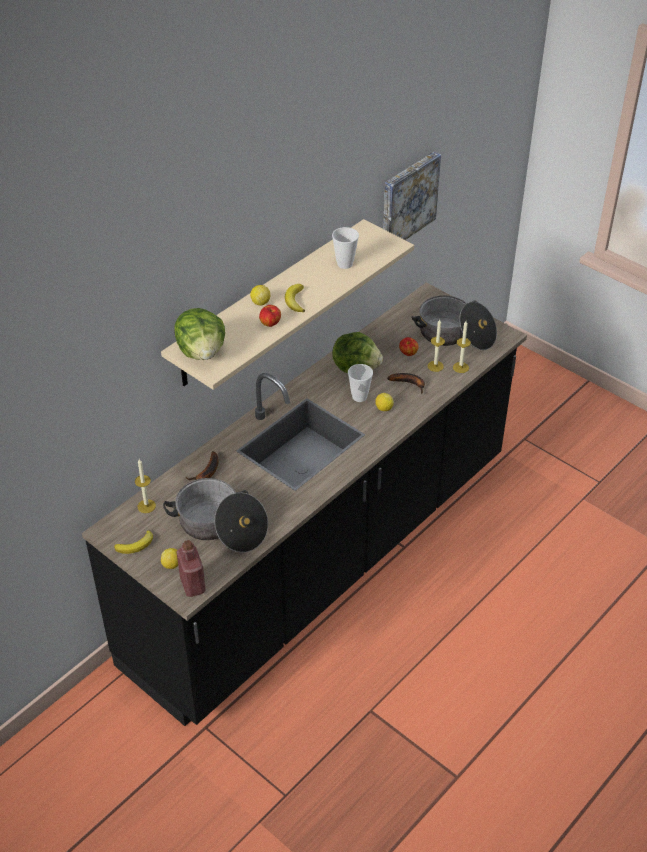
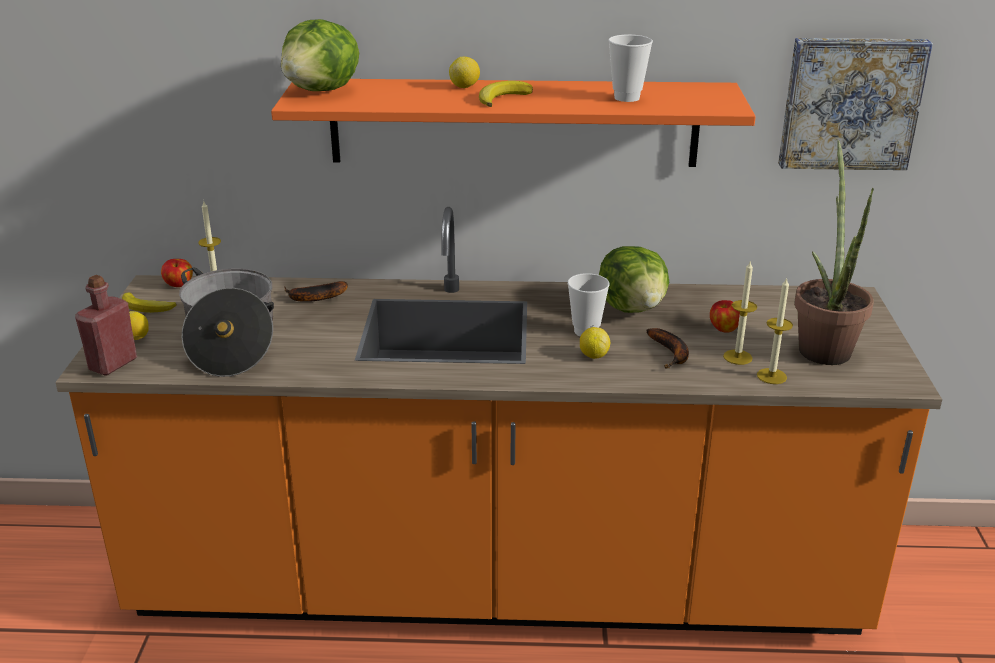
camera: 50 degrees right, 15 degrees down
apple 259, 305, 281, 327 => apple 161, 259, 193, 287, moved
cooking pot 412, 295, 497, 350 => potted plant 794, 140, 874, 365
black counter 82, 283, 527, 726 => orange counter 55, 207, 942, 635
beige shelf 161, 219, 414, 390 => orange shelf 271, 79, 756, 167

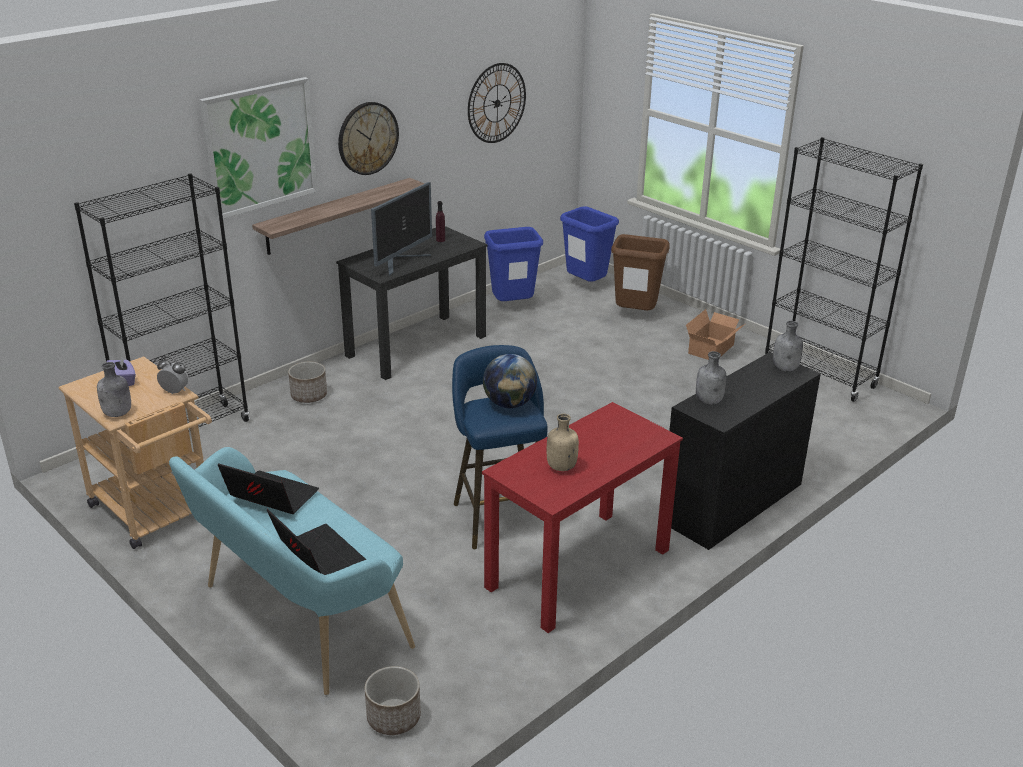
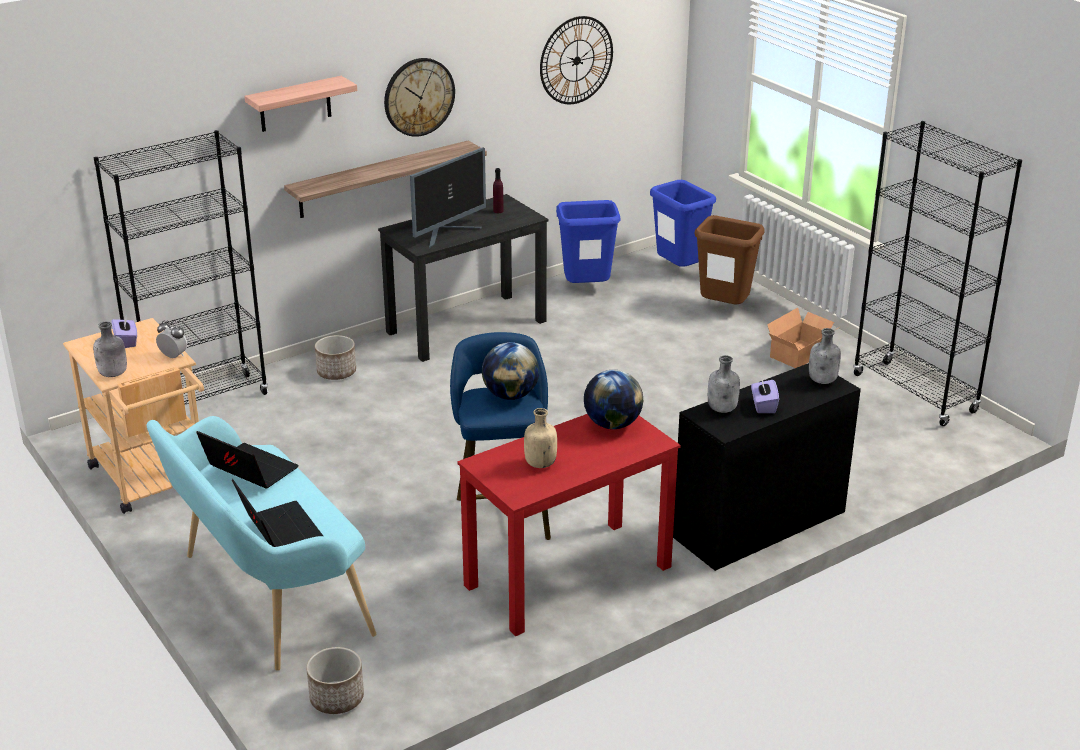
camera: 10 degrees right, 0 degrees up
nothing => globe 584, 370, 643, 429
nothing => purple tissue box 751, 380, 779, 413
picture 199, 77, 318, 220 => shelf 244, 76, 357, 132

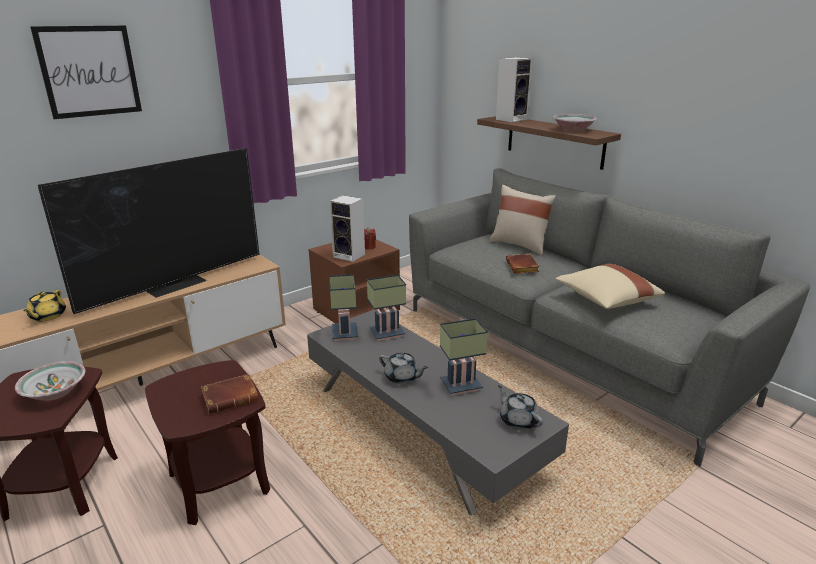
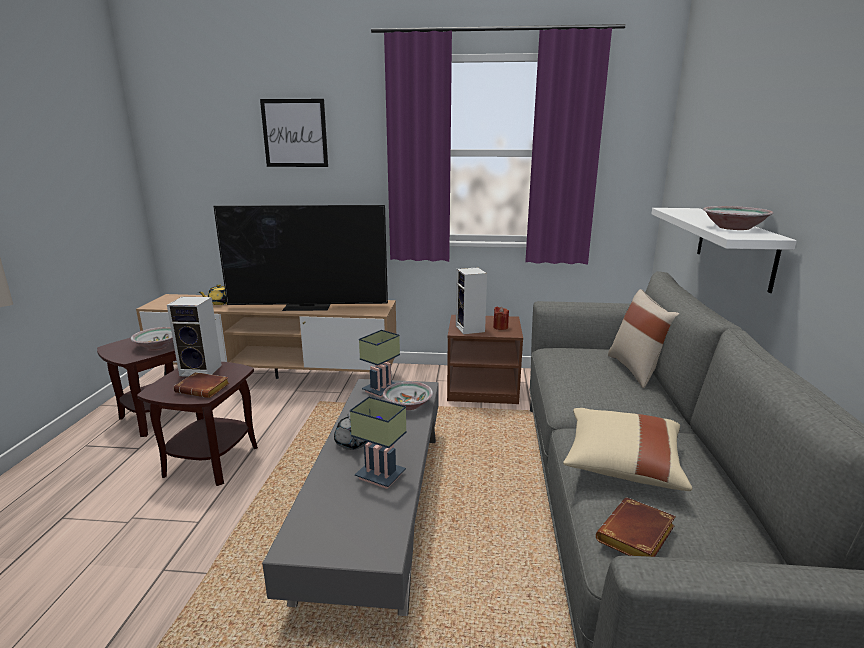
camera: 45 degrees right, 5 degrees down
grey teapot 498, 385, 543, 430 => nothing
speaker 496, 57, 533, 122 => speaker 167, 297, 222, 377, moved
brown book 506, 253, 539, 274 => brown book 596, 497, 676, 557, moved
table lamp 367, 275, 406, 341 => bowl 383, 381, 433, 410
brown shelf 477, 116, 621, 170 => white shelf 651, 208, 797, 293

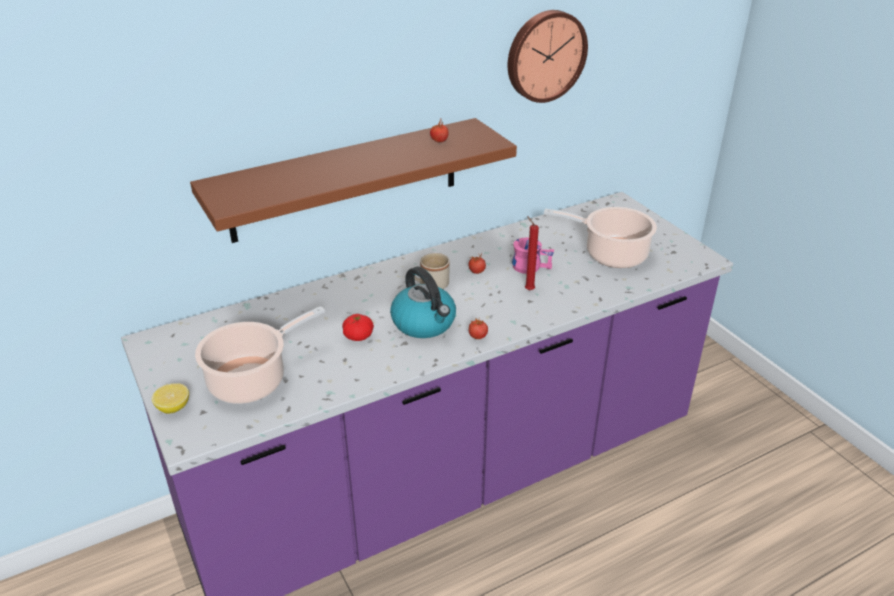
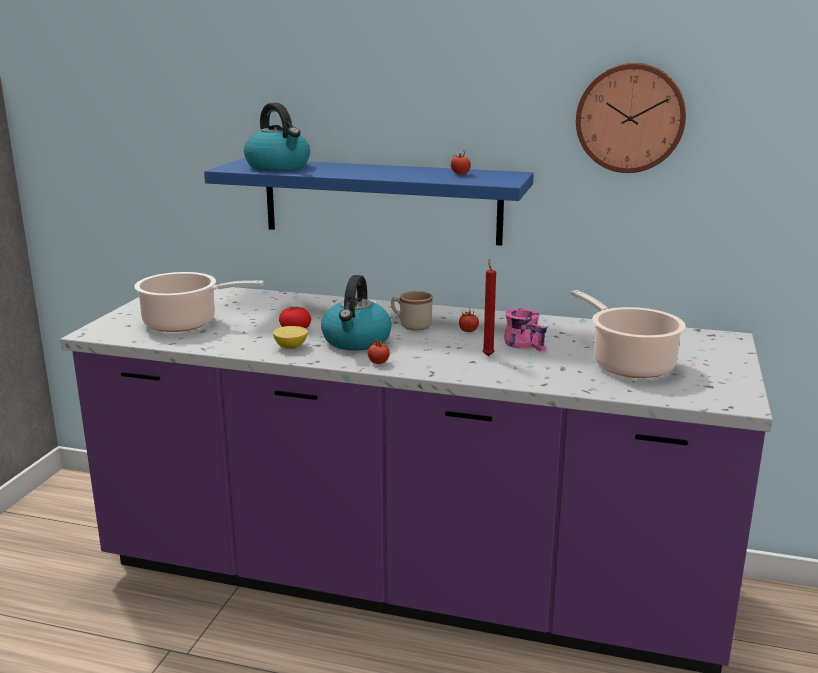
camera: 45 degrees right, 15 degrees down
nothing => kettle 244, 103, 310, 171
lemon 152, 383, 189, 414 => lemon 273, 326, 308, 349, moved
brown shelf 190, 118, 517, 243 => blue shelf 204, 158, 534, 246

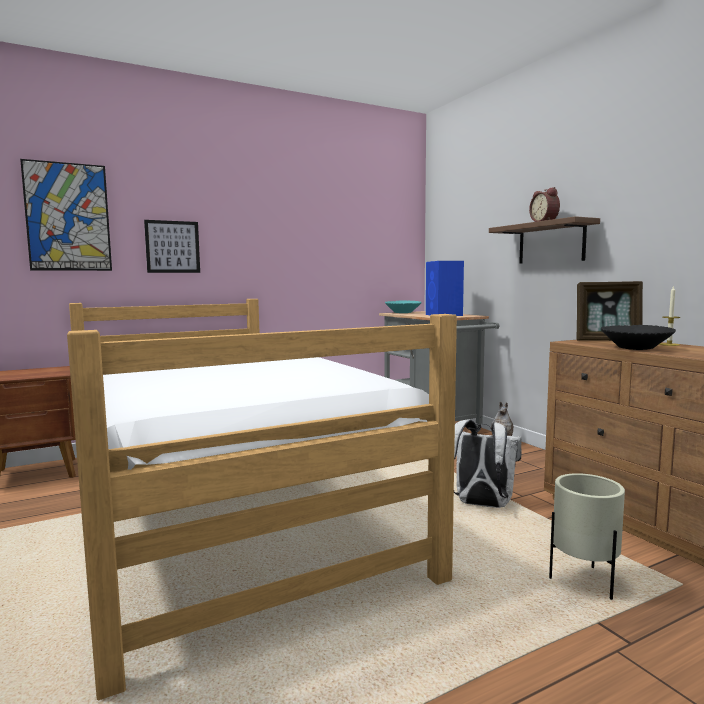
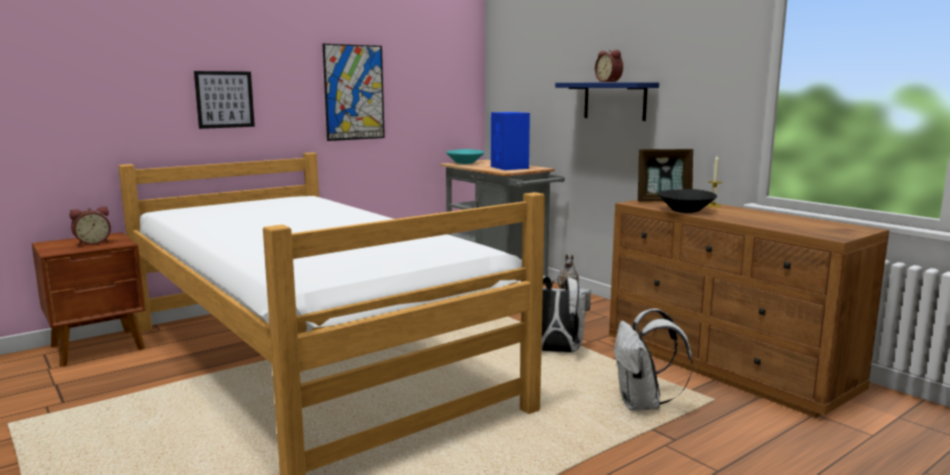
camera: 10 degrees left, 5 degrees up
nothing => alarm clock 69, 206, 111, 246
picture 20, 159, 112, 271 => picture 323, 44, 385, 141, moved
beige planter 549, 473, 625, 600 => white backpack 614, 309, 693, 411
brown shelf 489, 216, 600, 264 => blue shelf 555, 82, 659, 121

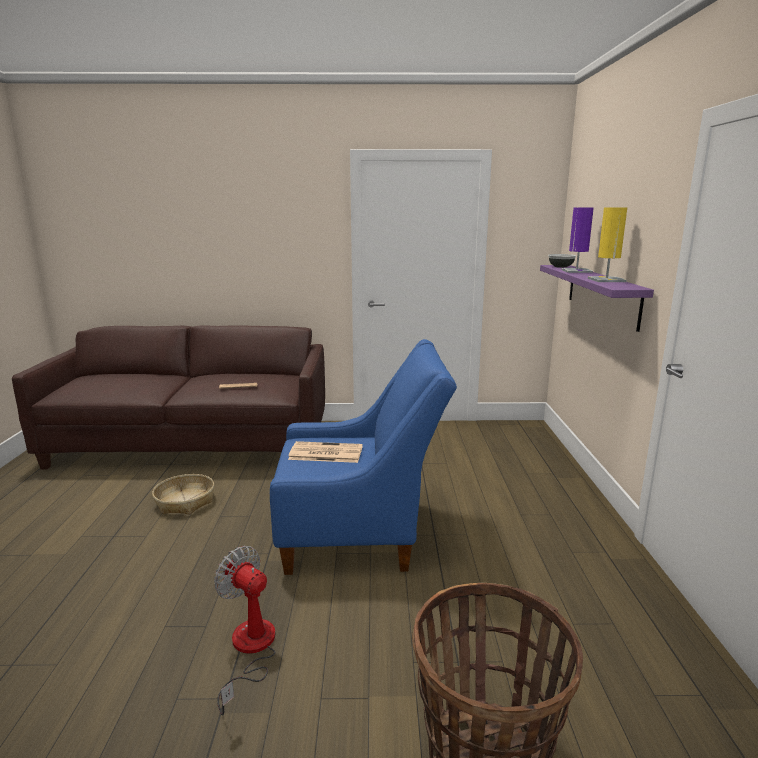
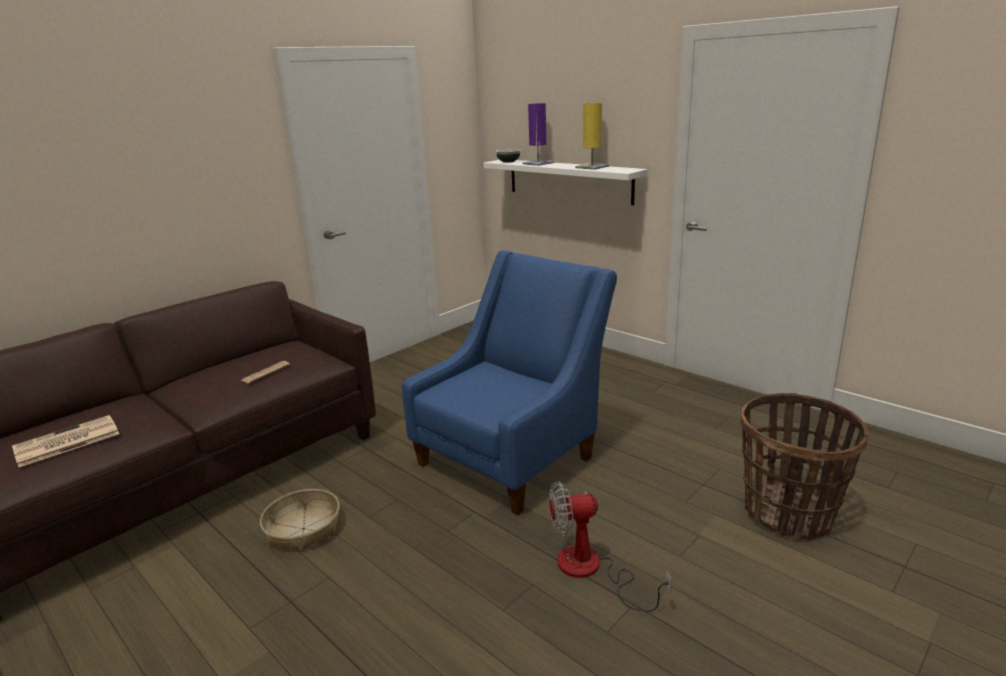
camera: 45 degrees left, 5 degrees up
newspaper 288, 441, 363, 463 => newspaper 12, 415, 119, 467, moved
purple shelf 540, 265, 654, 332 => white shelf 484, 160, 647, 206

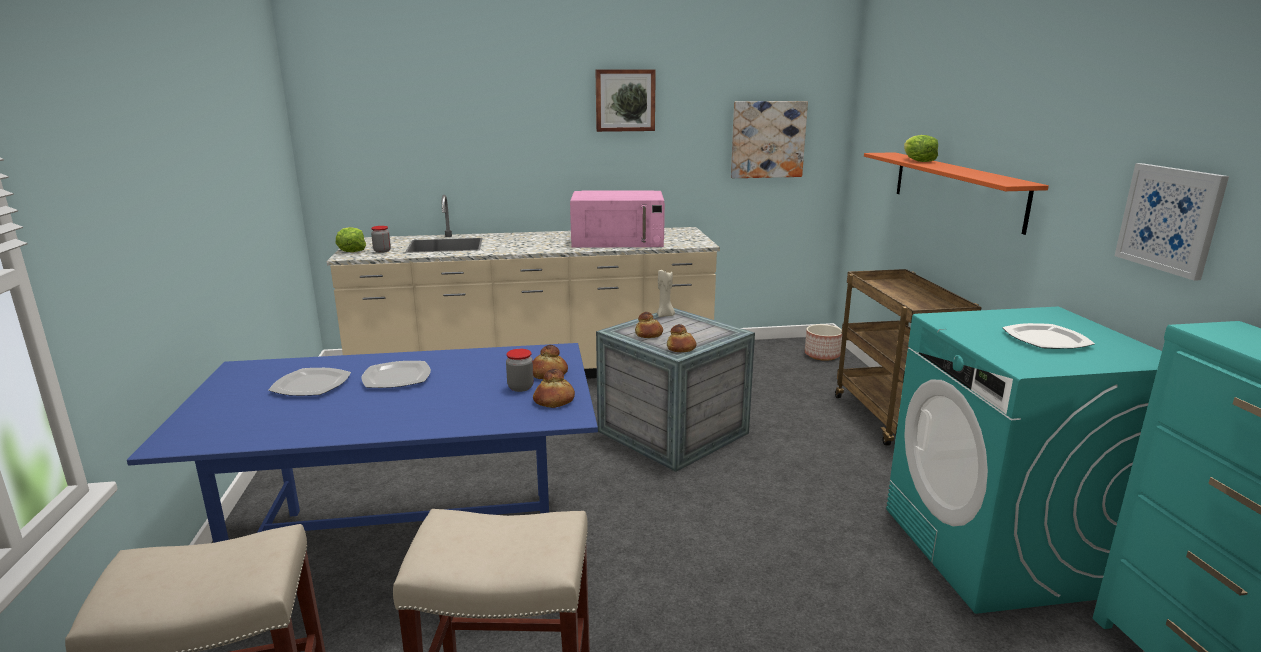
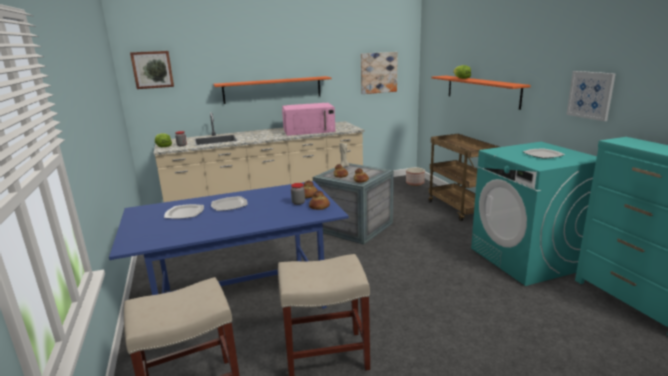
camera: 10 degrees left, 0 degrees up
nothing => orange shelf 213, 76, 331, 104
picture 595, 69, 656, 132 => picture 130, 51, 174, 89, moved

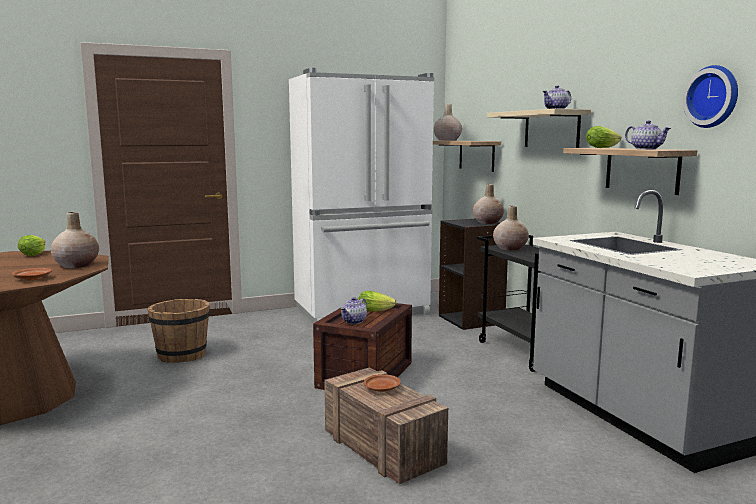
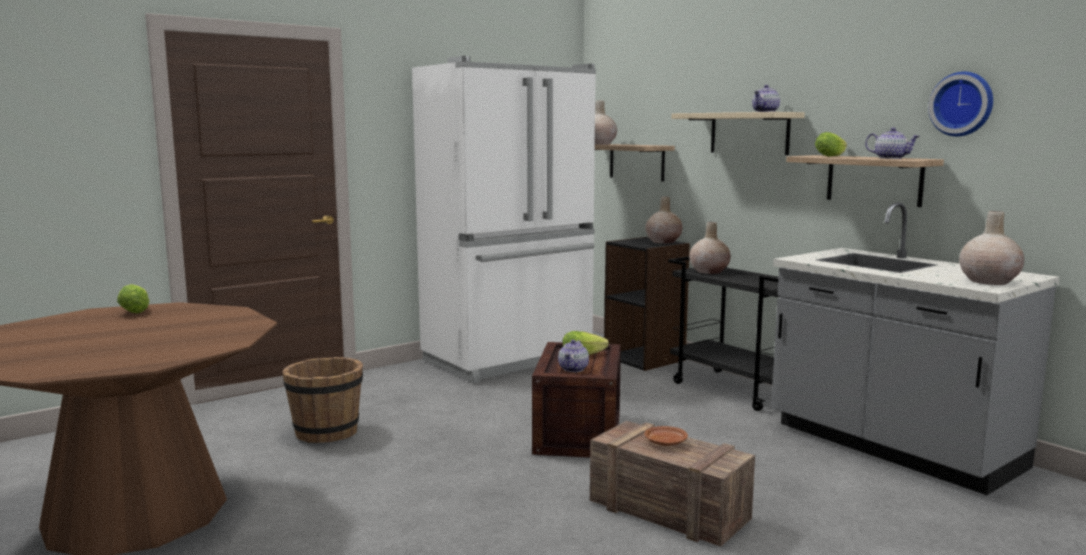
camera: 15 degrees left, 0 degrees up
brown plate 12, 268, 52, 281 => nothing
beige vase 51, 212, 99, 268 => beige vase 959, 211, 1024, 285, moved

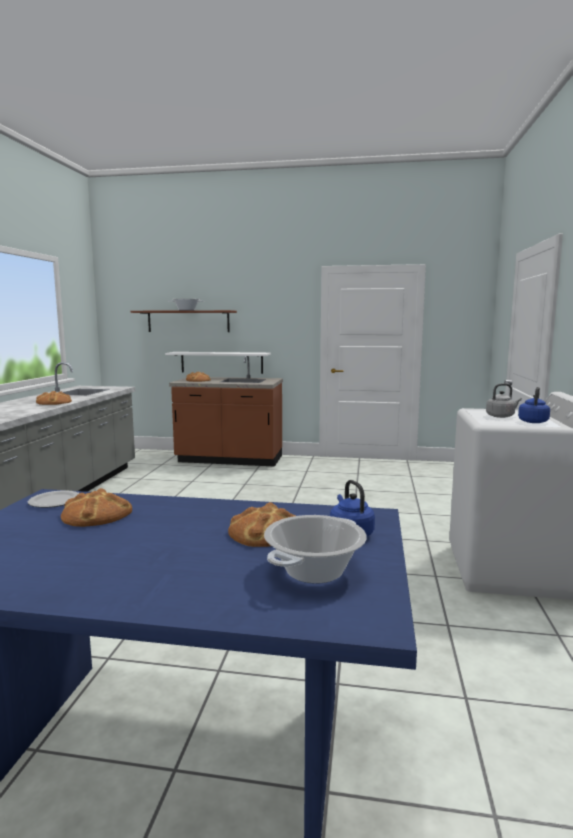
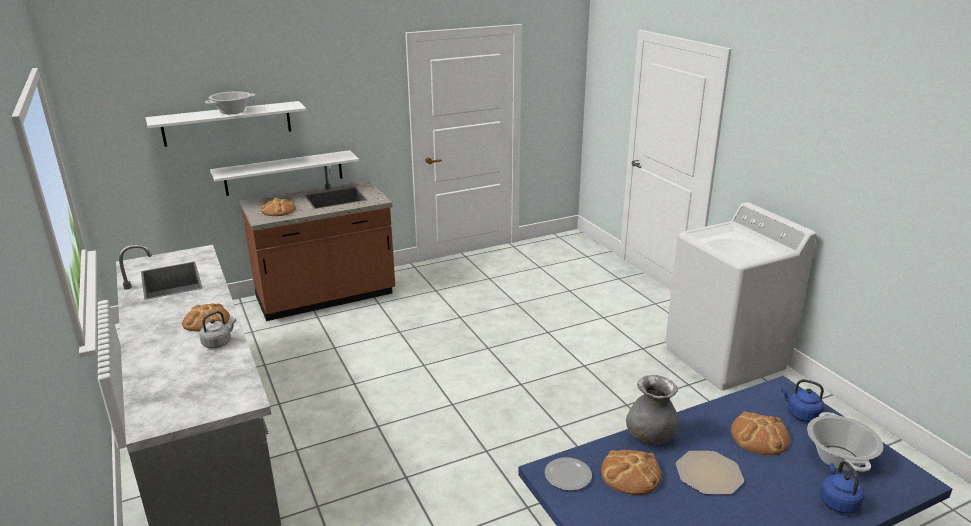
camera: 35 degrees left, 15 degrees up
nothing => grey vase 626, 375, 678, 445
nothing => plate 676, 451, 744, 495
grey kettle 486, 383, 522, 418 => grey kettle 199, 311, 236, 349, moved
blue kettle 518, 387, 550, 423 => blue kettle 820, 461, 864, 514, moved
brown shelf 131, 310, 237, 332 => white shelf 146, 101, 307, 147

